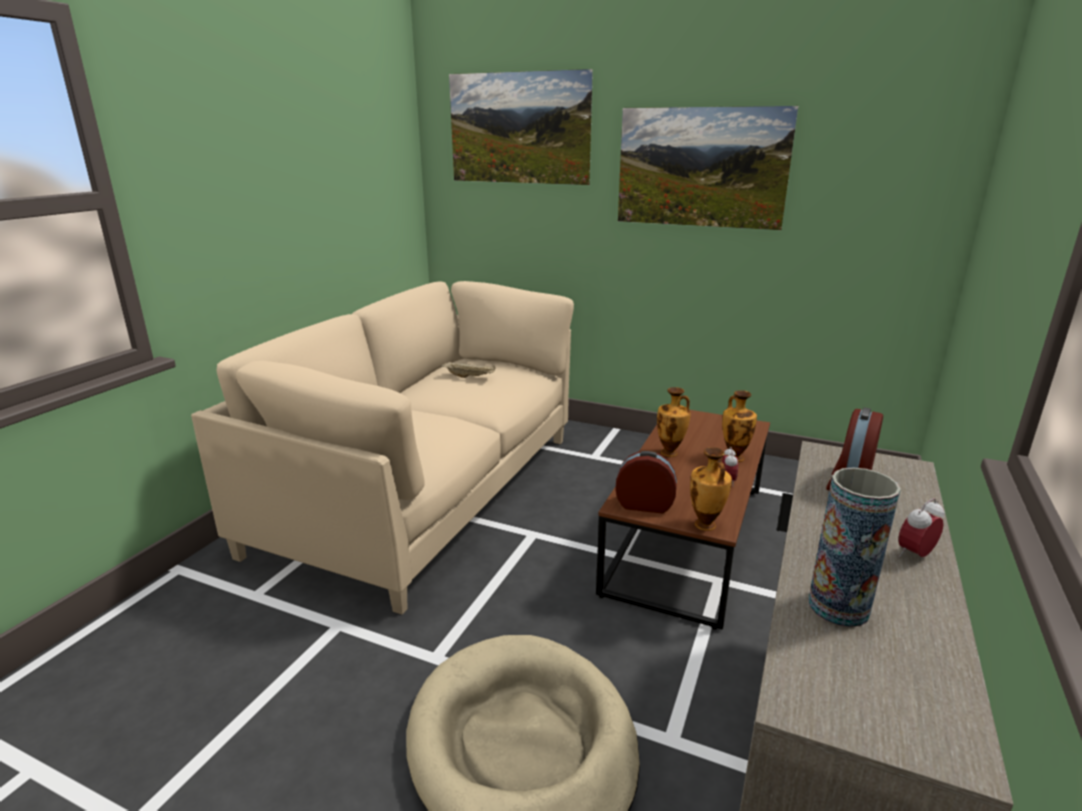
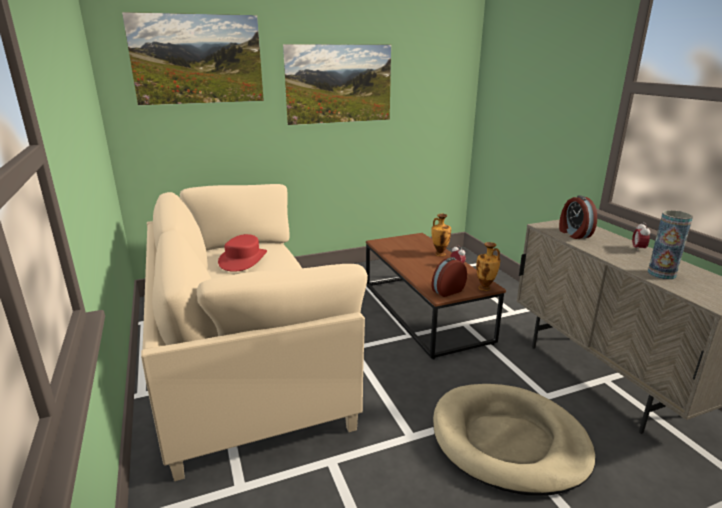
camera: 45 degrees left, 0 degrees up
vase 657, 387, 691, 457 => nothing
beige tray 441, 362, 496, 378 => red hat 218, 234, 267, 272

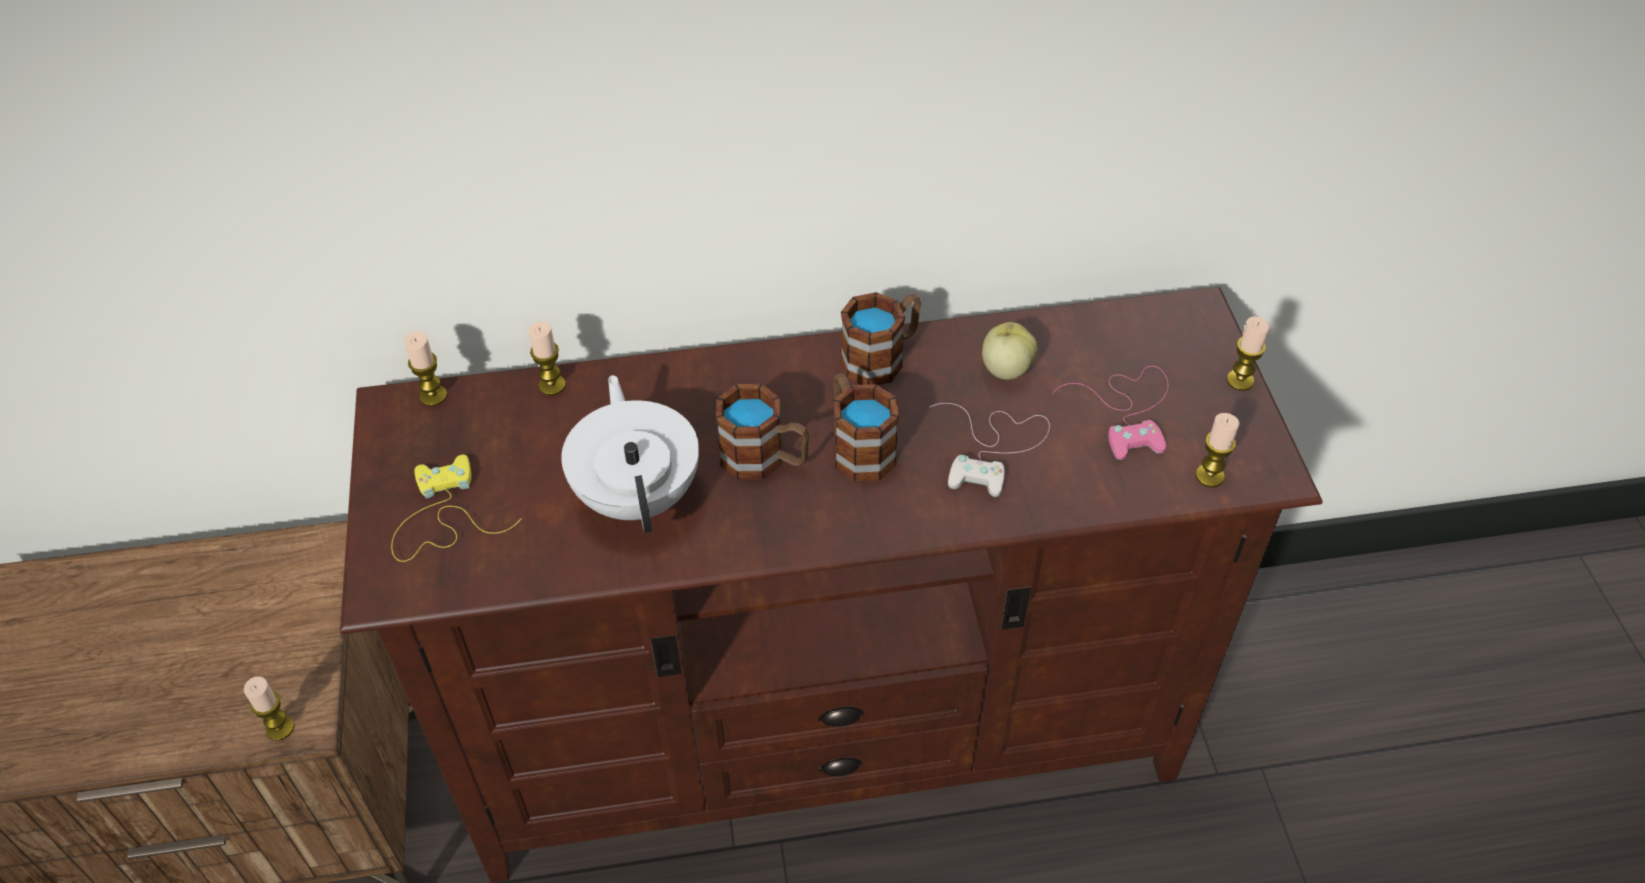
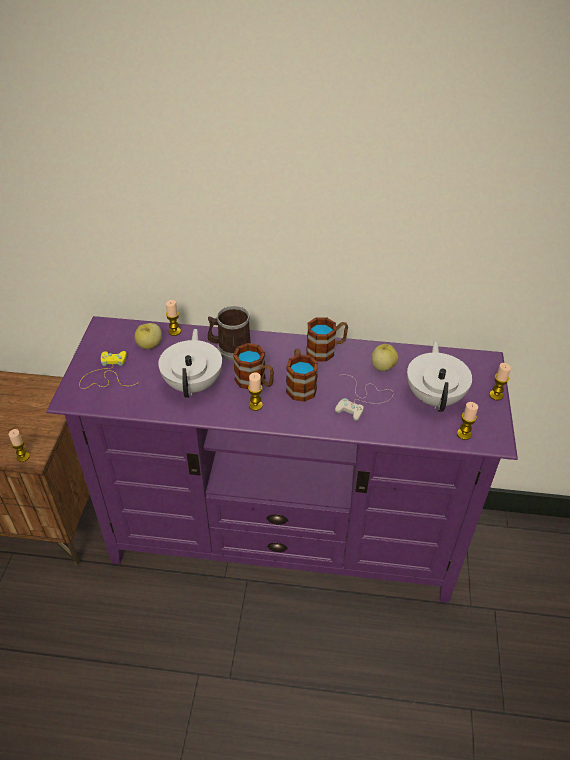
camera: 15 degrees right, 5 degrees down
nothing => apple 135, 323, 162, 349
nothing => mug 208, 306, 252, 361
candle 404, 331, 447, 406 => candle 248, 372, 263, 411, moved
pink game controller 1052, 366, 1168, 460 => white teapot 407, 341, 472, 412
brown tv stand 340, 287, 1323, 883 => purple tv stand 46, 316, 518, 603

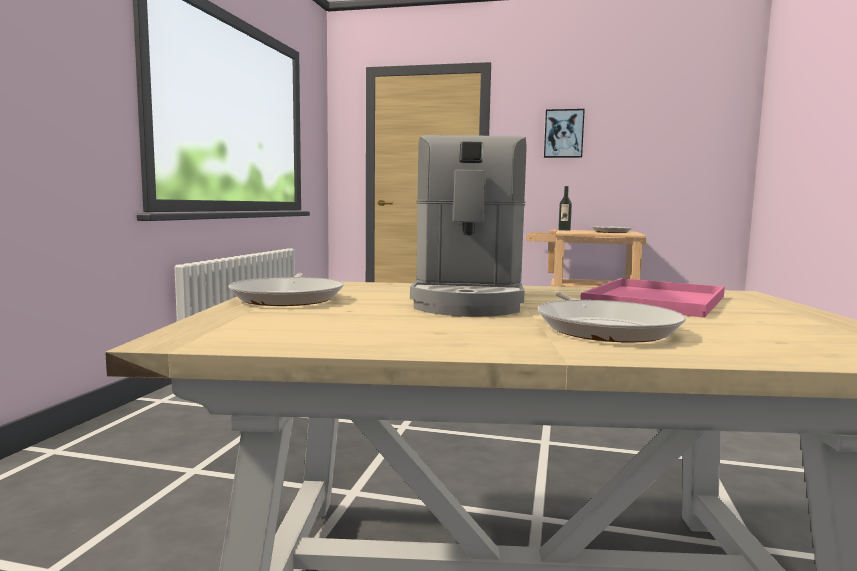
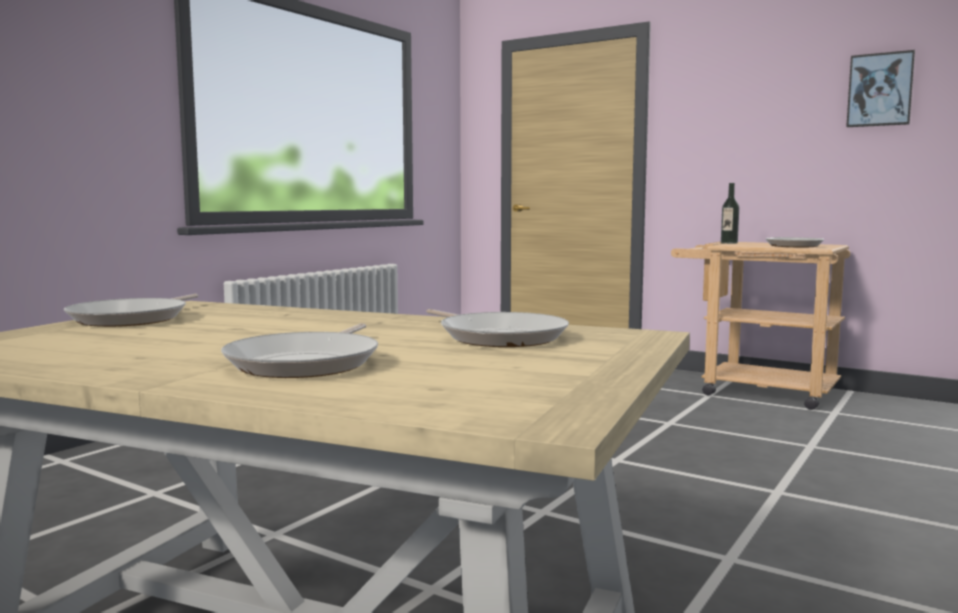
camera: 20 degrees right, 0 degrees up
coffee machine 410, 135, 527, 317 => nothing
picture 544, 109, 585, 158 => picture 846, 50, 915, 127, moved
pink tray 581, 278, 725, 318 => frying pan 426, 309, 569, 347

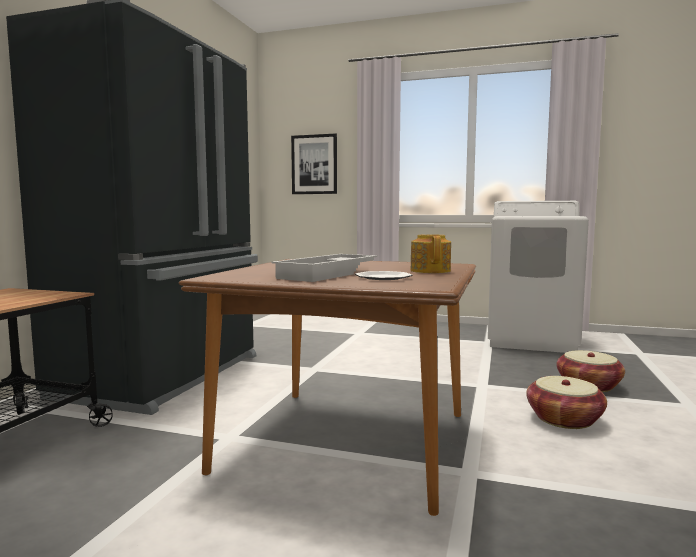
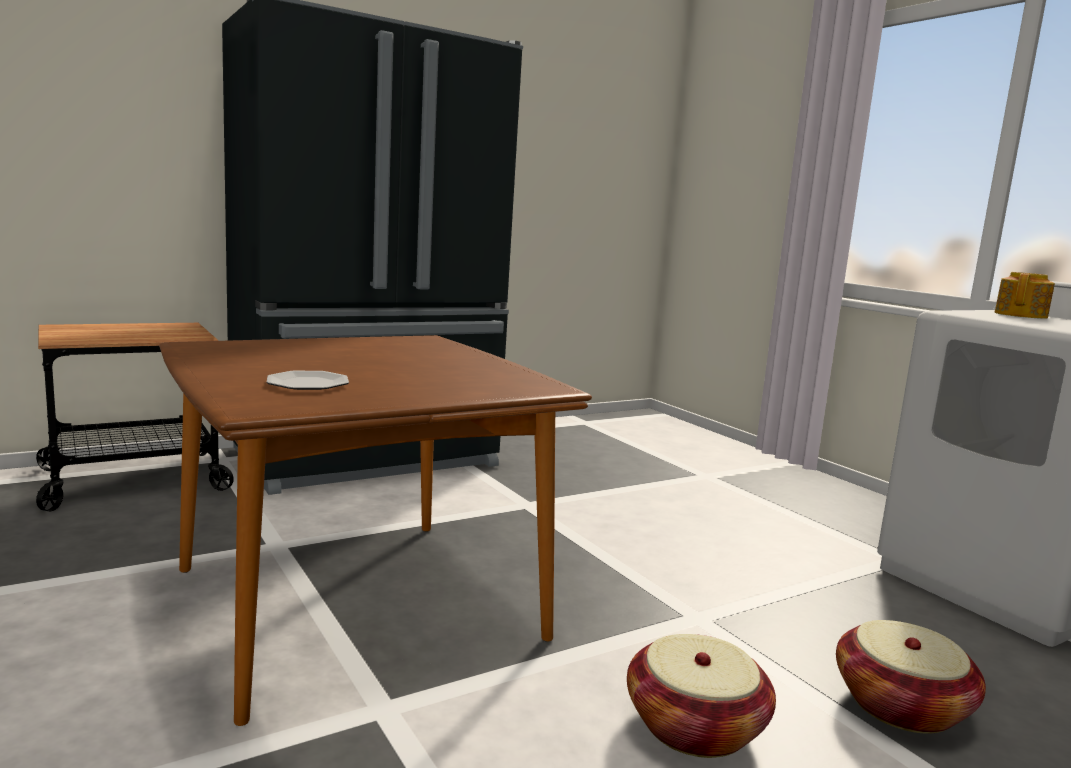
camera: 40 degrees right, 5 degrees up
white tray 272, 254, 377, 282 => nothing
picture 291, 133, 337, 194 => nothing
teapot 410, 235, 451, 273 => teapot 995, 272, 1055, 319, moved

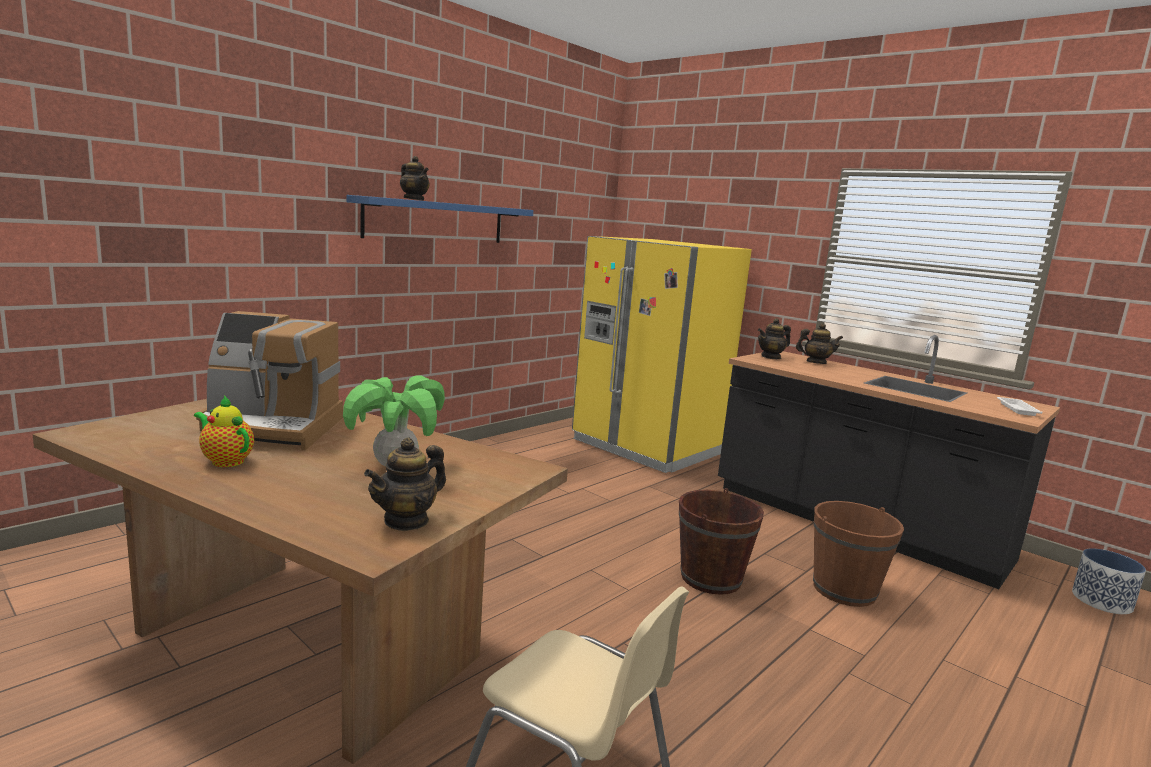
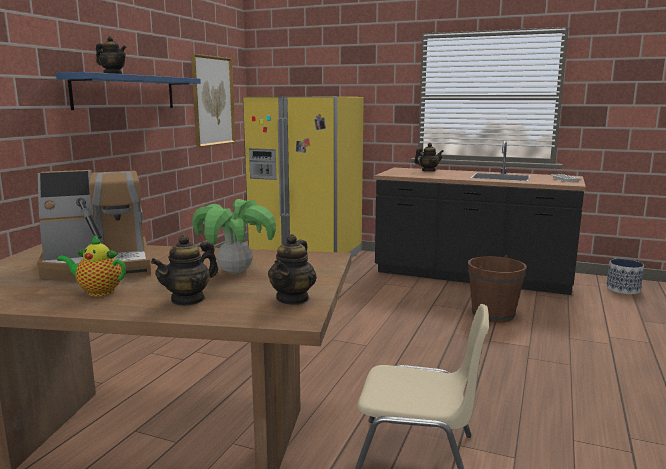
camera: 20 degrees left, 0 degrees up
brown bucket 679, 488, 764, 595 => nothing
nothing => picture 191, 54, 236, 147
teapot 758, 318, 791, 359 => teapot 151, 234, 218, 306, moved

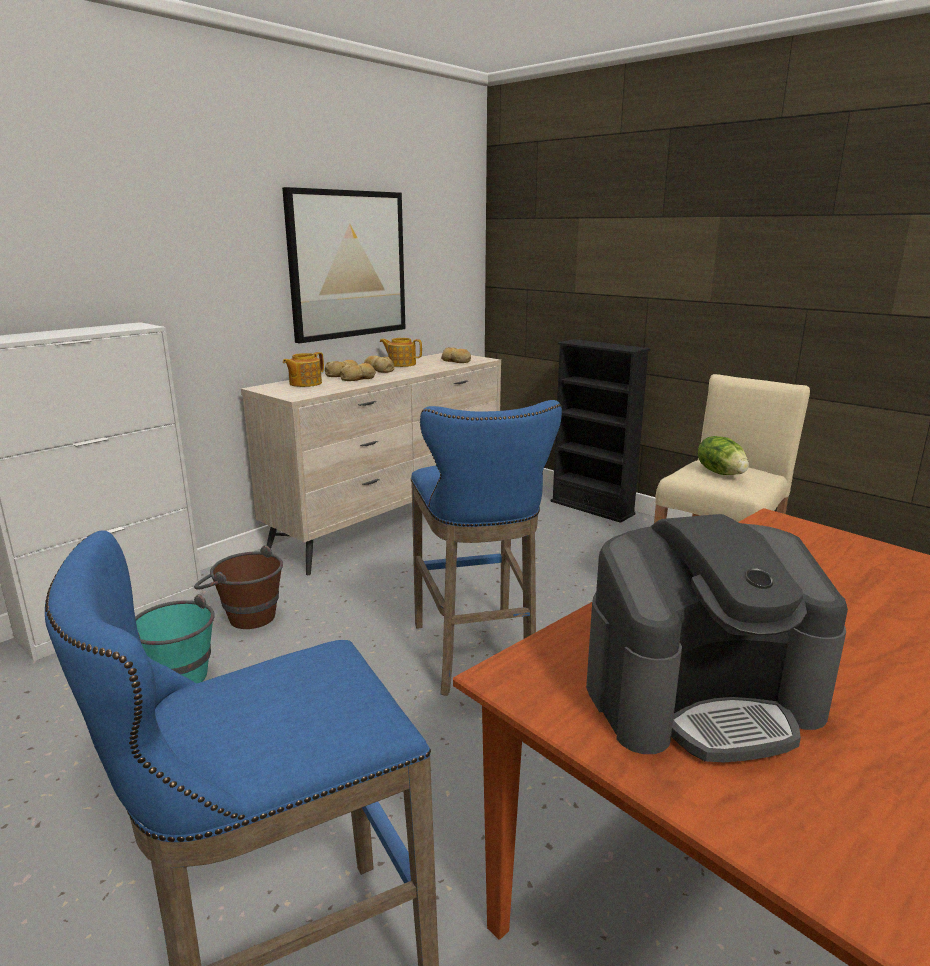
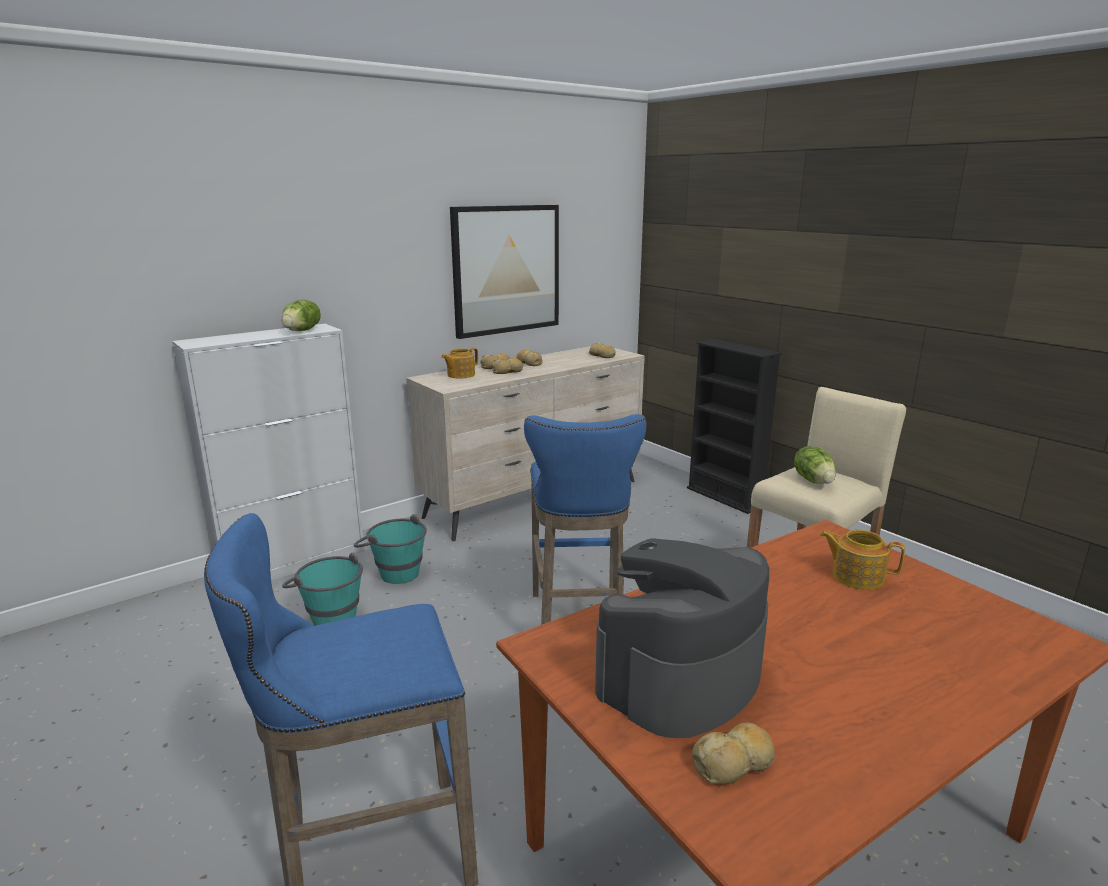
camera: 10 degrees right, 0 degrees up
nothing => lettuce 282, 300, 321, 331
nothing => bread 692, 723, 775, 785
teapot 380, 338, 422, 367 => teapot 820, 530, 905, 590, moved
brown bucket 194, 545, 283, 629 => turquoise bucket 354, 514, 427, 584
coffee machine 586, 514, 848, 762 => coffee machine 595, 538, 769, 738, 135 degrees clockwise

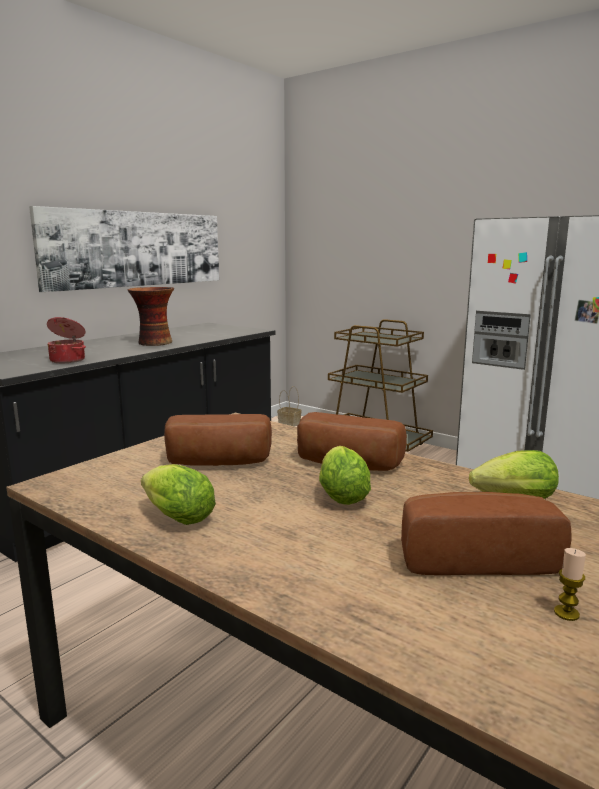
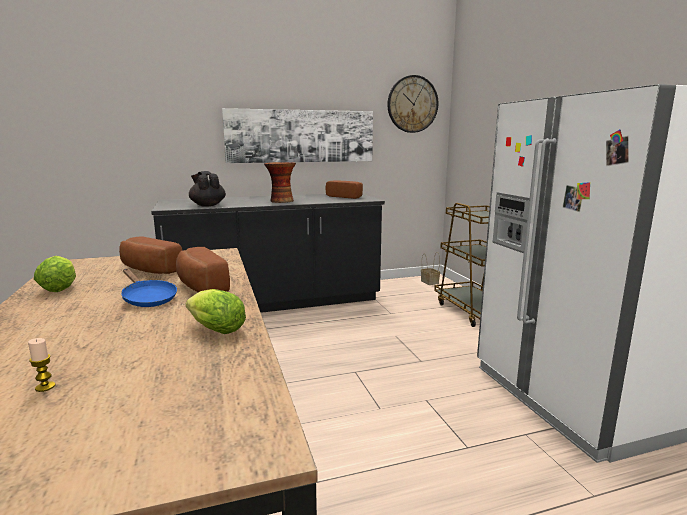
camera: 35 degrees right, 0 degrees up
nothing => wall clock 388, 75, 438, 133
bread 401, 492, 572, 575 => bread 326, 180, 363, 199, moved
cooking pot 47, 317, 86, 363 => black teapot 189, 171, 226, 207
lettuce 319, 446, 371, 505 => blue frying pan 121, 269, 177, 307

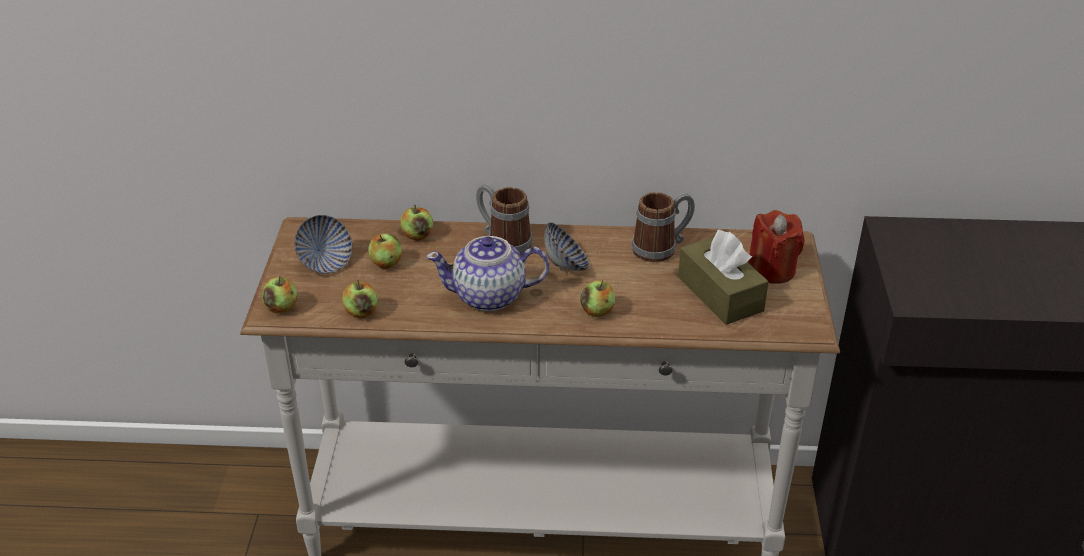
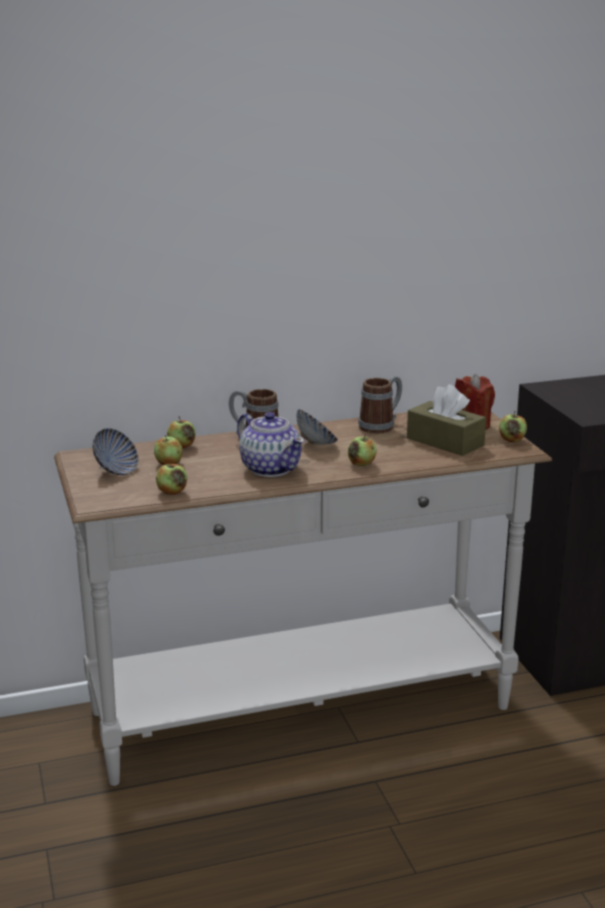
camera: 20 degrees left, 15 degrees down
apple 262, 276, 297, 314 => apple 499, 411, 527, 442, moved
teapot 426, 236, 549, 311 => teapot 237, 412, 305, 477, 105 degrees counterclockwise

